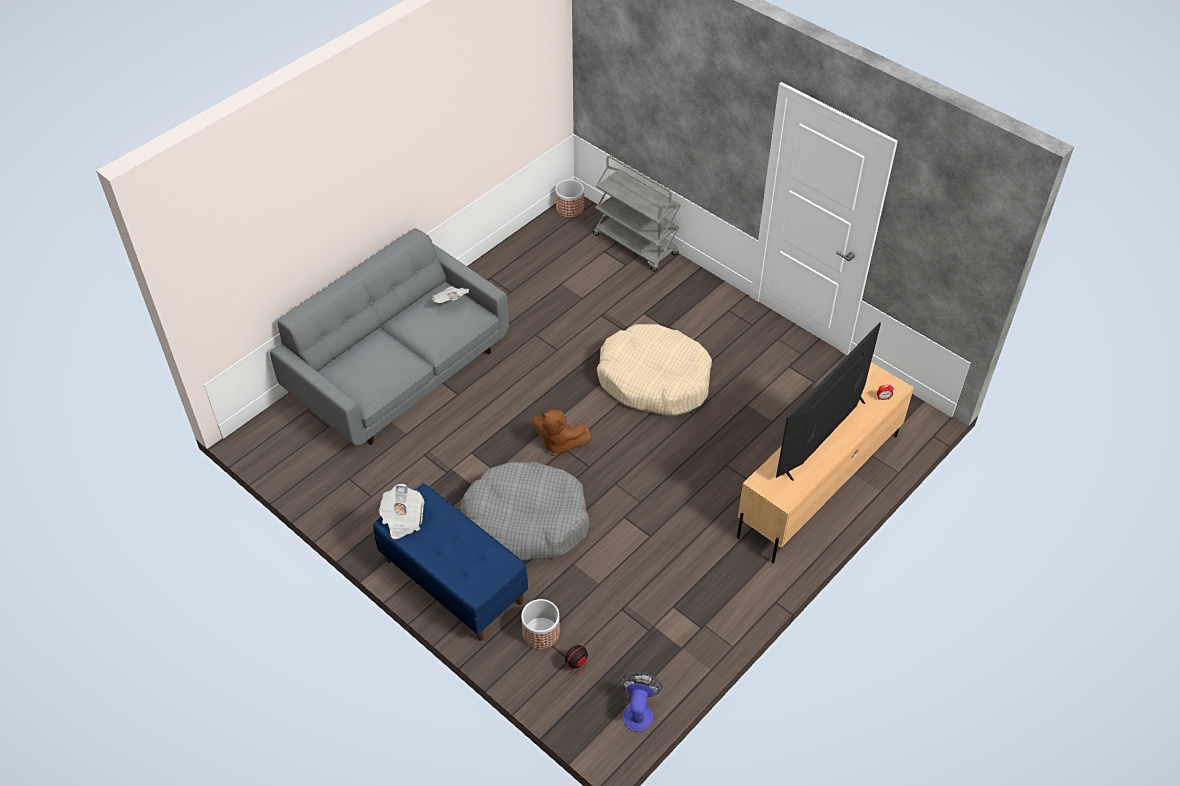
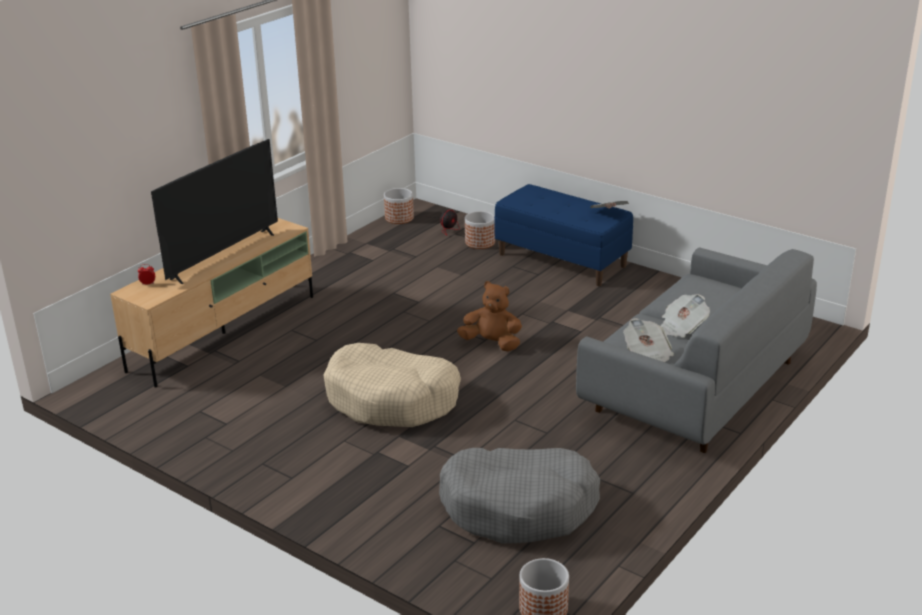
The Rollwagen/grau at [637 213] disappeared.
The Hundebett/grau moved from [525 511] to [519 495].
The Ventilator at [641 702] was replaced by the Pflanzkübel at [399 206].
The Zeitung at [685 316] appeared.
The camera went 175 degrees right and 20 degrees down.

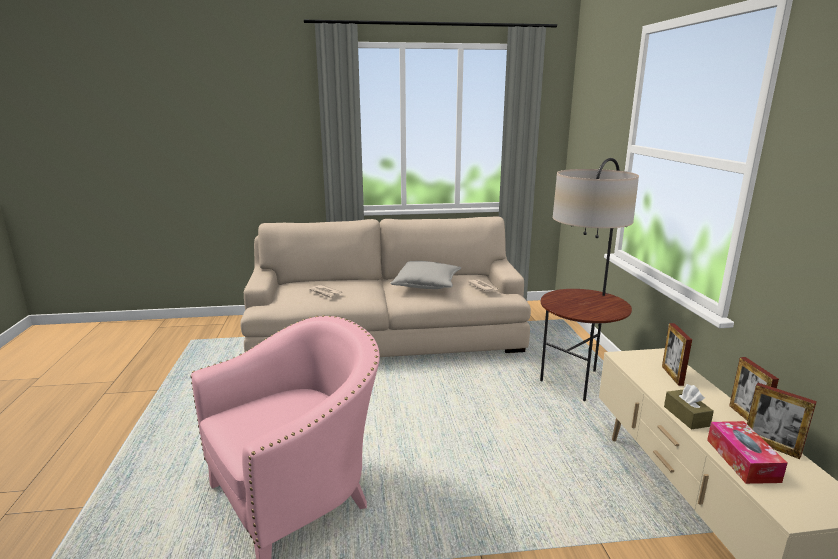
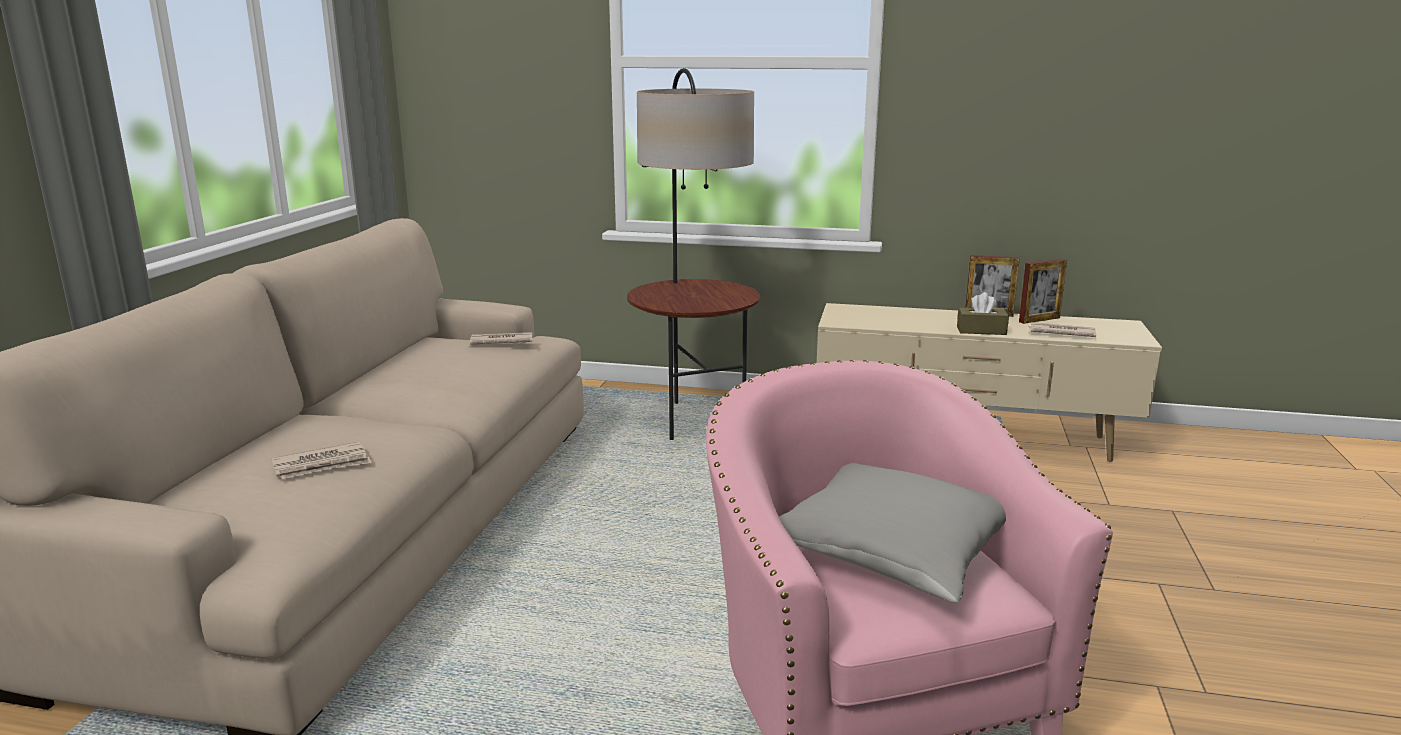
The Kissen/grau moved from [425 275] to [892 533].
The Bilderrahmen at [677 354] disappeared.
The Taschentuchbox at [747 452] was replaced by the Zeitung at [1062 329].
The camera went 70 degrees left and 0 degrees up.

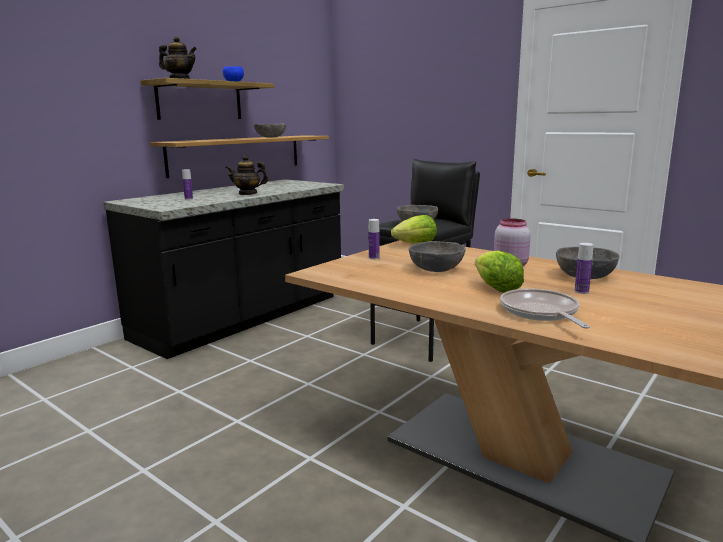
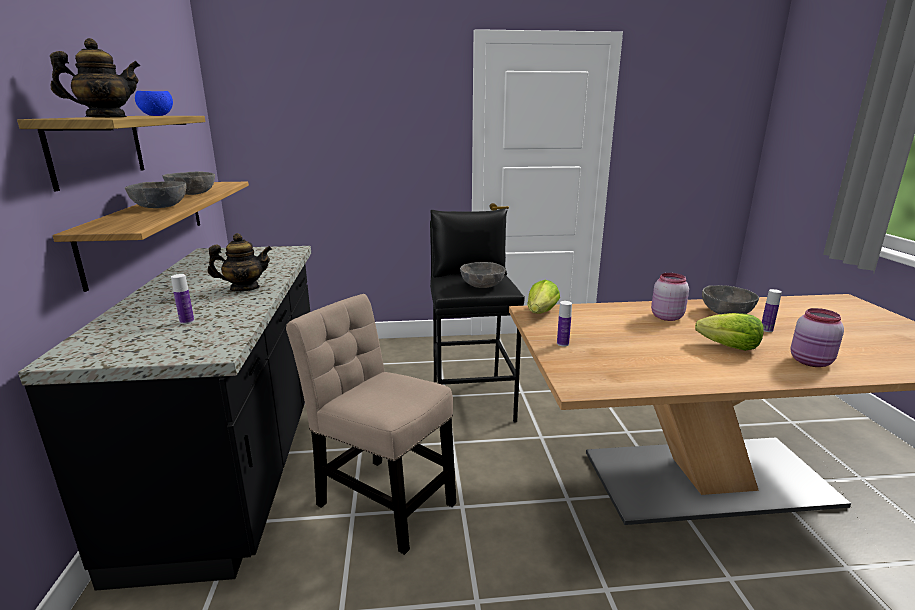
The Teekanne at [247 175] turned 150 degrees counterclockwise.
The Schüssel/grau moved from [437 256] to [155 194].
The Pfanne at [545 309] was replaced by the Vorratsglas/rosa at [817 337].
The Stuhl/beige at [371 424] appeared.
The camera went 45 degrees left and 5 degrees up.

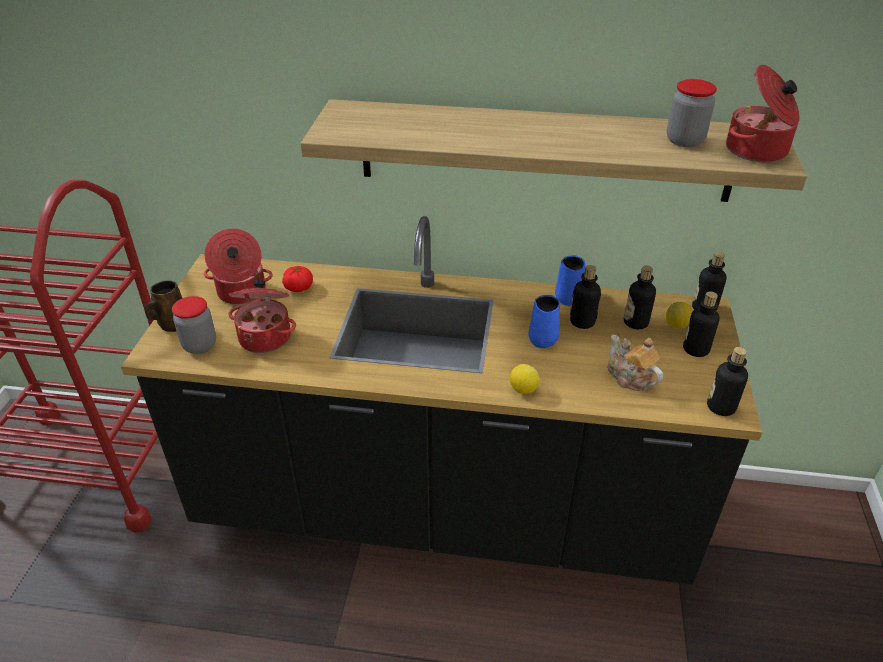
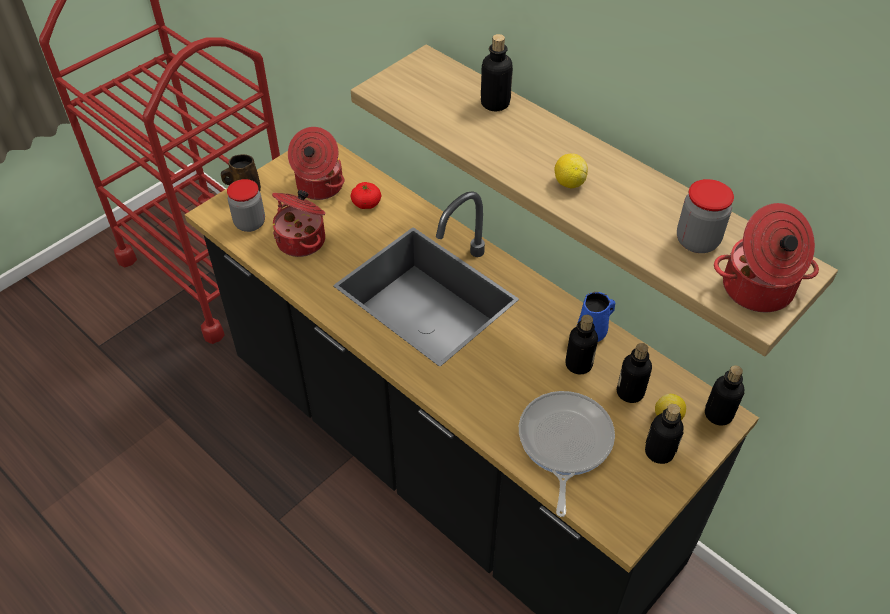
The Henkelbecher/blau at [544 321] disappeared.
The Teekanne at [635 363] was replaced by the Pfanne at [567 454].
The Flasche moved from [727 381] to [497 72].
The Zitrone moved from [525 379] to [571 170].
The camera went 35 degrees right and 10 degrees up.

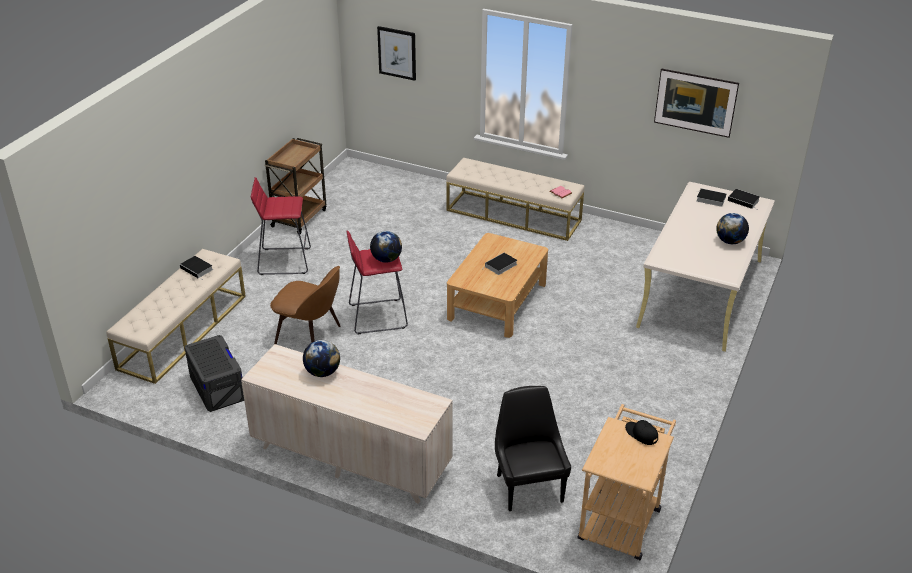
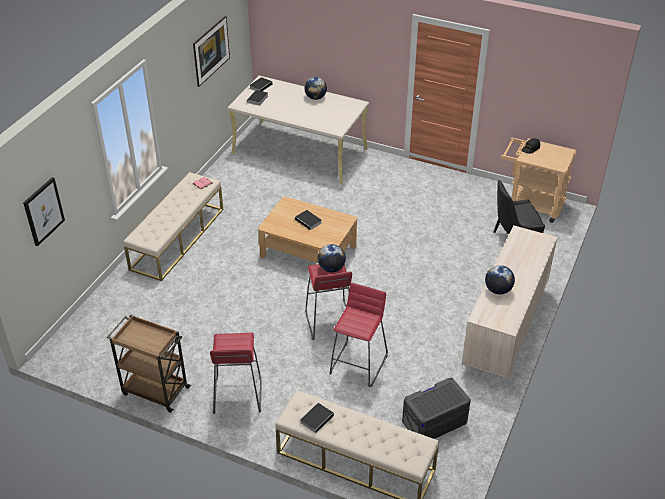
The Stuhl/braun at [305 305] was replaced by the Hocker/rot at [359 335].
The camera went 90 degrees left and 5 degrees up.

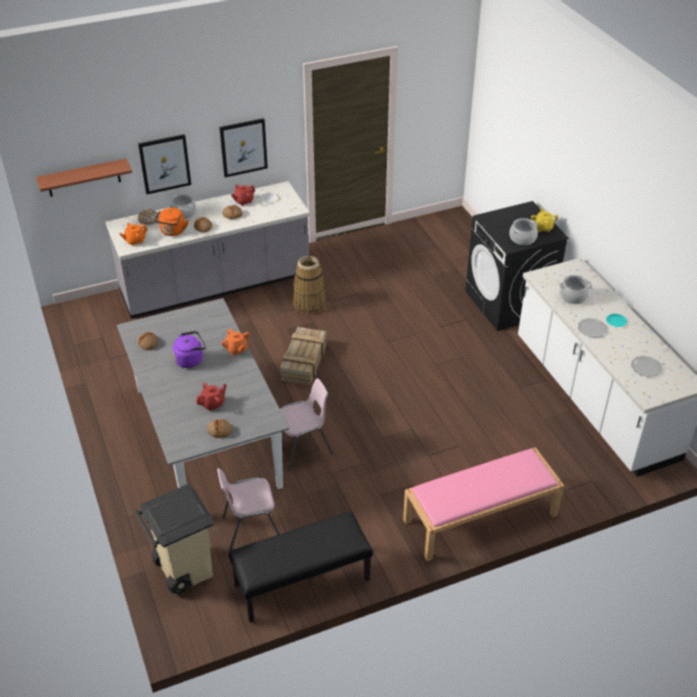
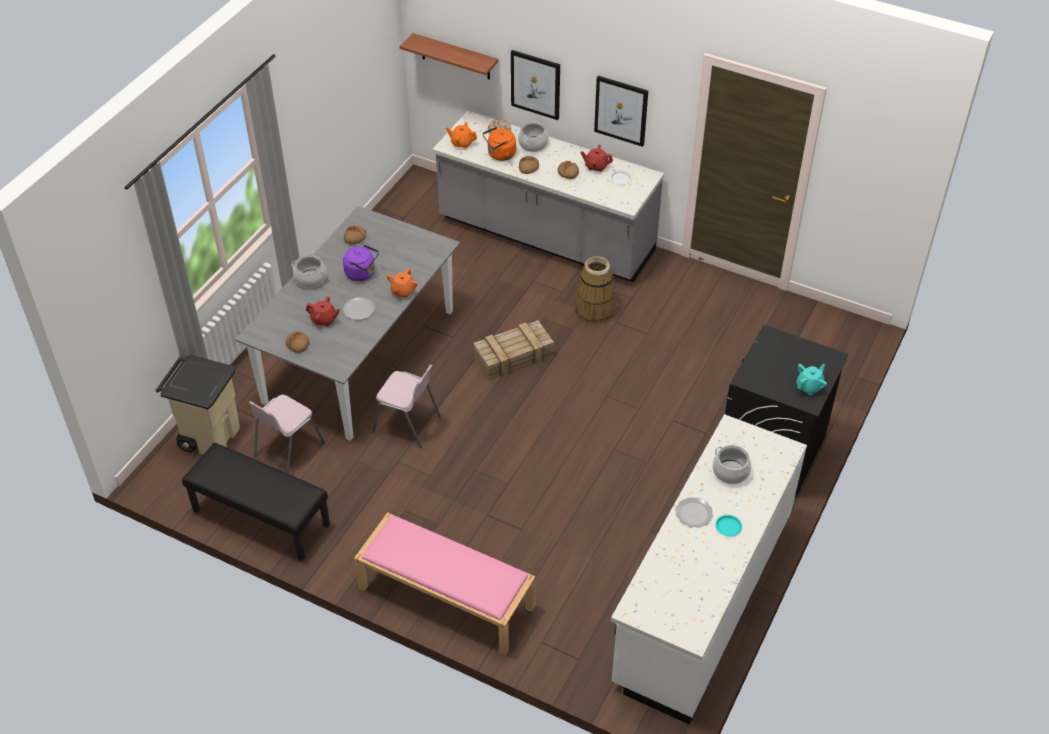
The Teekanne/gelb at [544 220] became the Teekanne/türkis at [811 379].
The Kochtopf moved from [523 231] to [309 271].
The Teller moved from [646 366] to [359 308].
The Stuhl/rosa at [248 509] turned 90 degrees counterclockwise.
The camera went 50 degrees right and 5 degrees up.

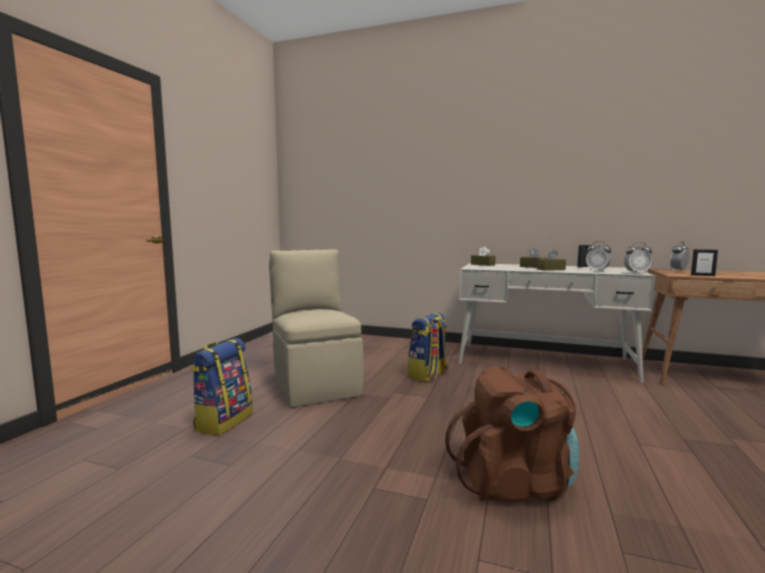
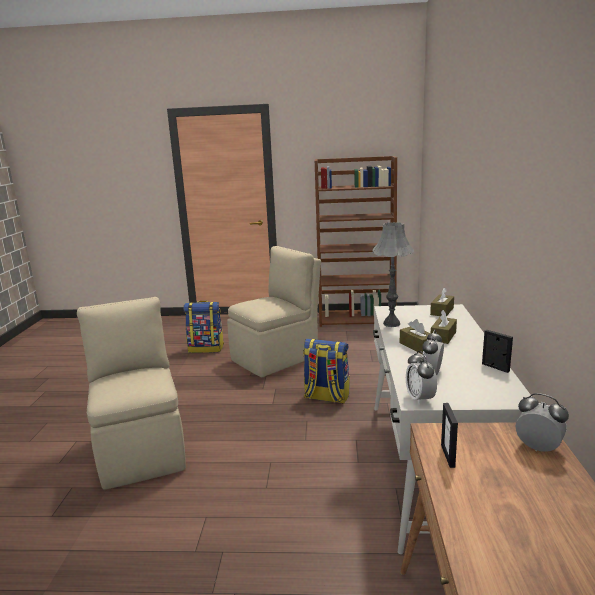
The Rucksack/braun at [512 433] was replaced by the Stuhl/beige at [131 393].
The Bücherregal/braun at [356 241] appeared.
The Tischlampe/grau at [393 274] appeared.
The camera went 75 degrees right and 10 degrees up.

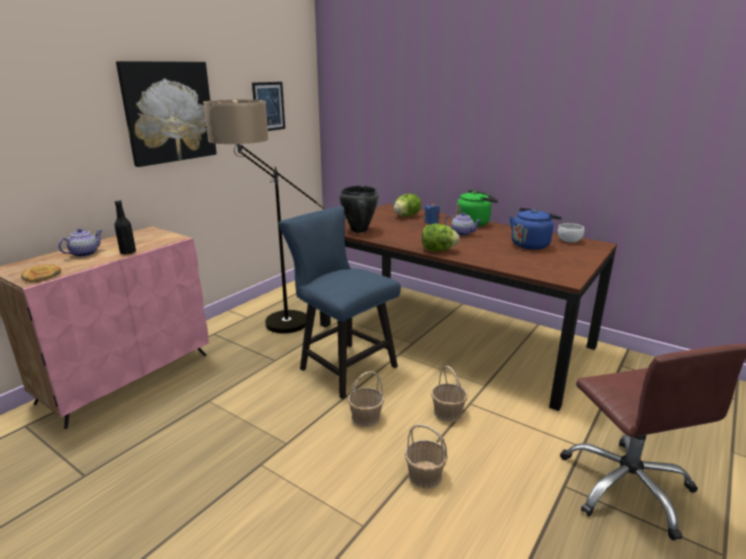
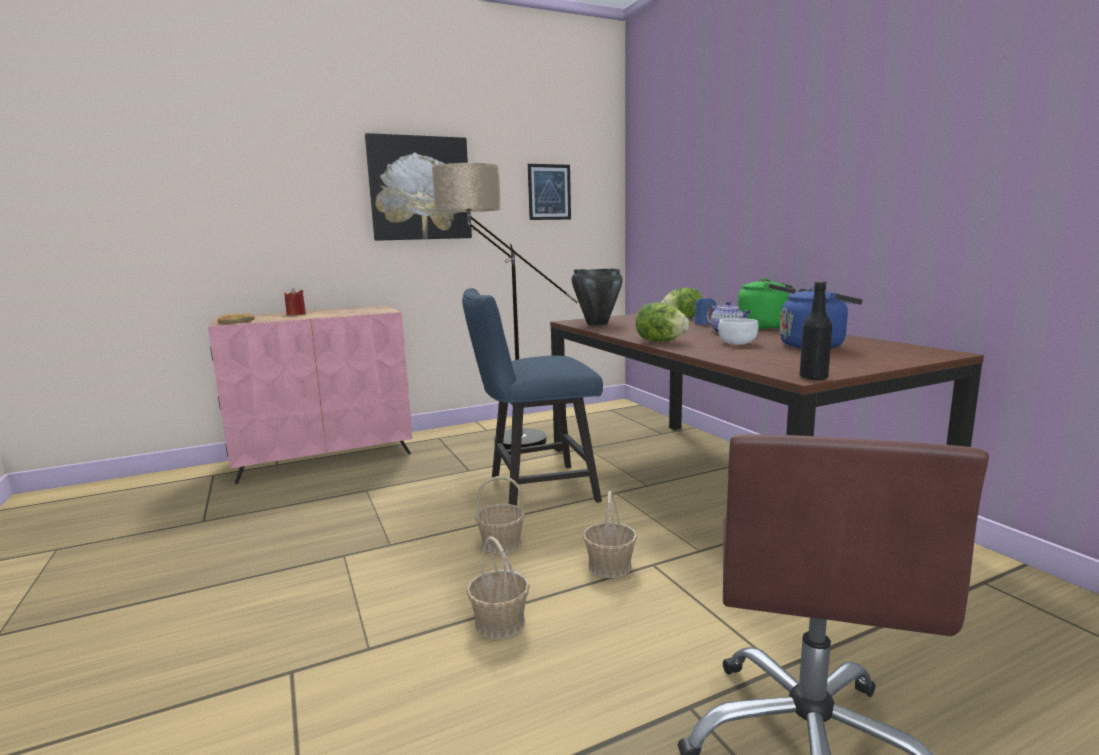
The Flasche/schwarz moved from [125 227] to [815 330].
The Stuhl/blau at [340 302] turned 90 degrees counterclockwise.
The Schüssel/weiß moved from [571 232] to [738 331].
The Teekanne at [80 242] was replaced by the Kerze/rot at [295 302].
The camera went 30 degrees right and 10 degrees down.

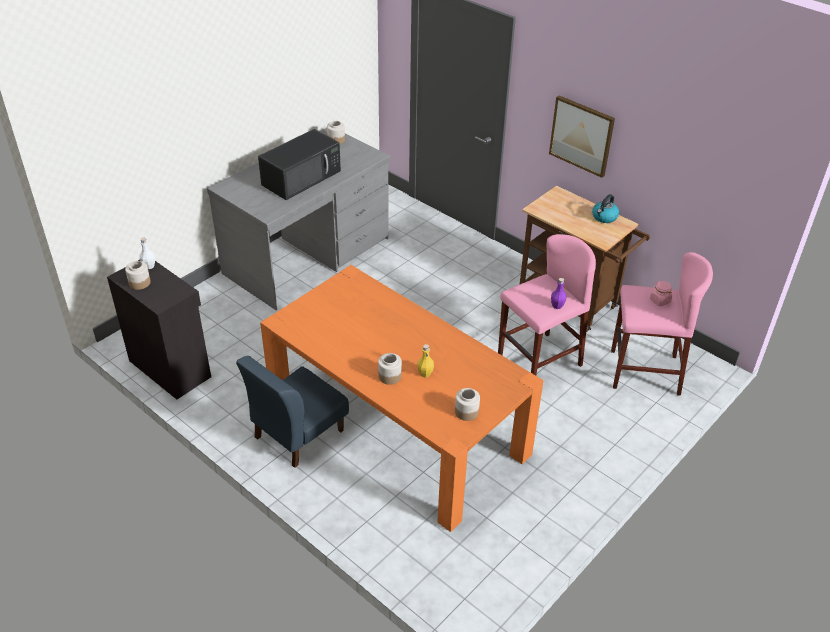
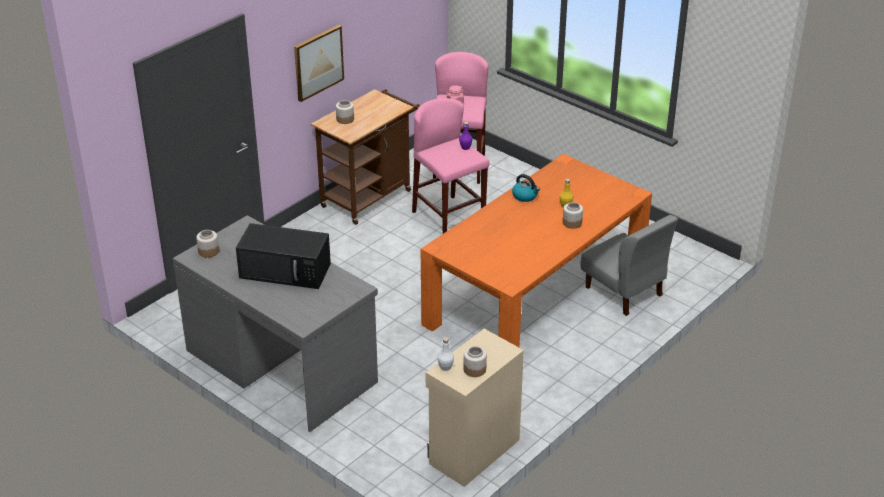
The Mikrowelle/schwarz at [299 164] turned 150 degrees clockwise.
The Wasserkessel moved from [605 208] to [526 188].
The Schrank/schwarz at [159 329] became the Schrank/beige at [475 408].
The Stuhl/blau at [292 412] disappeared.
The Vorratsglas moved from [467 404] to [345 112].
The Stuhl/grau at [629 265] appeared.
The camera went 90 degrees left and 5 degrees down.

